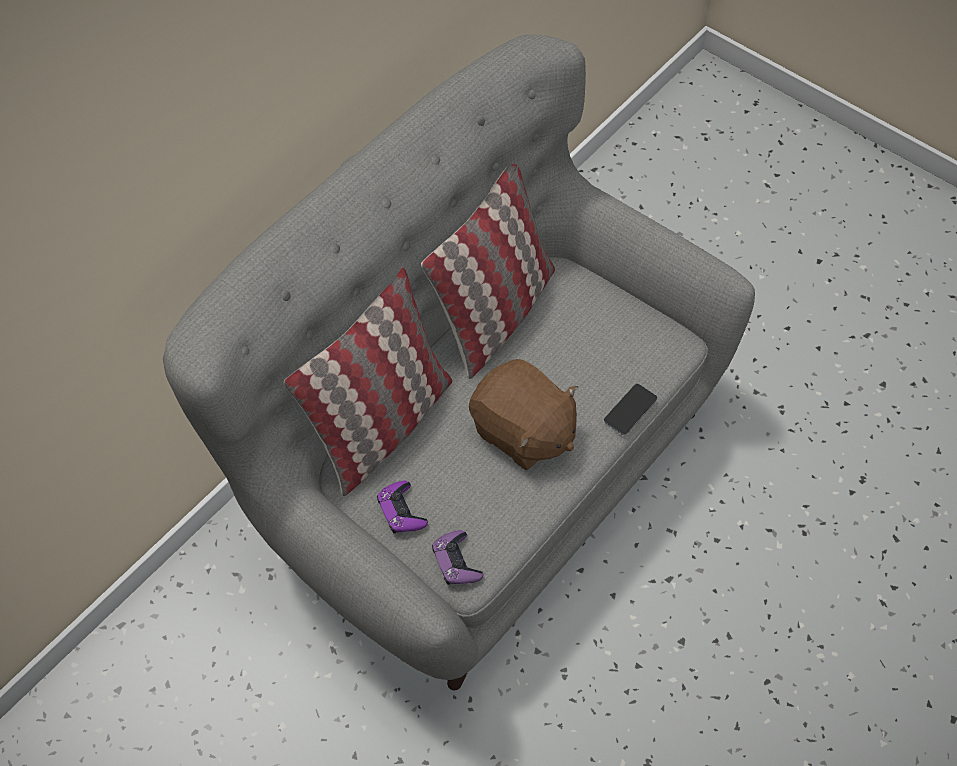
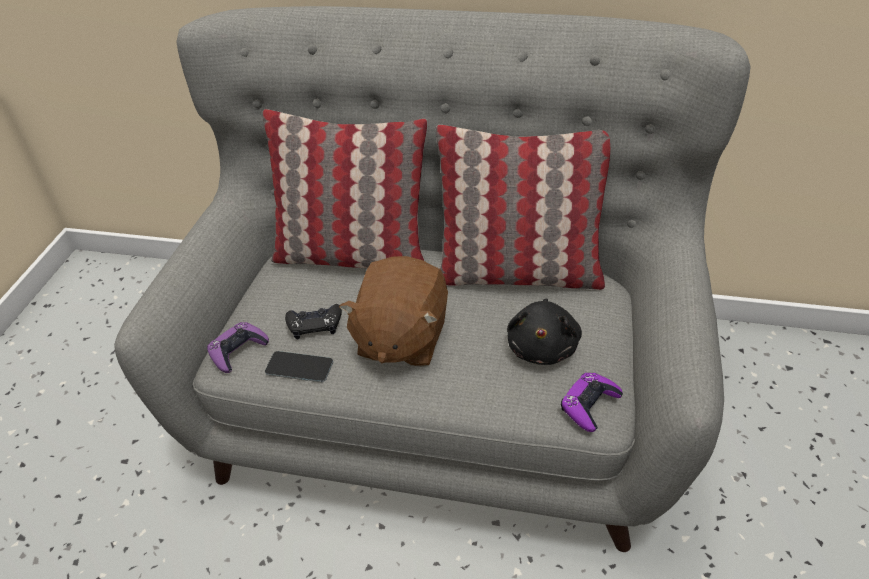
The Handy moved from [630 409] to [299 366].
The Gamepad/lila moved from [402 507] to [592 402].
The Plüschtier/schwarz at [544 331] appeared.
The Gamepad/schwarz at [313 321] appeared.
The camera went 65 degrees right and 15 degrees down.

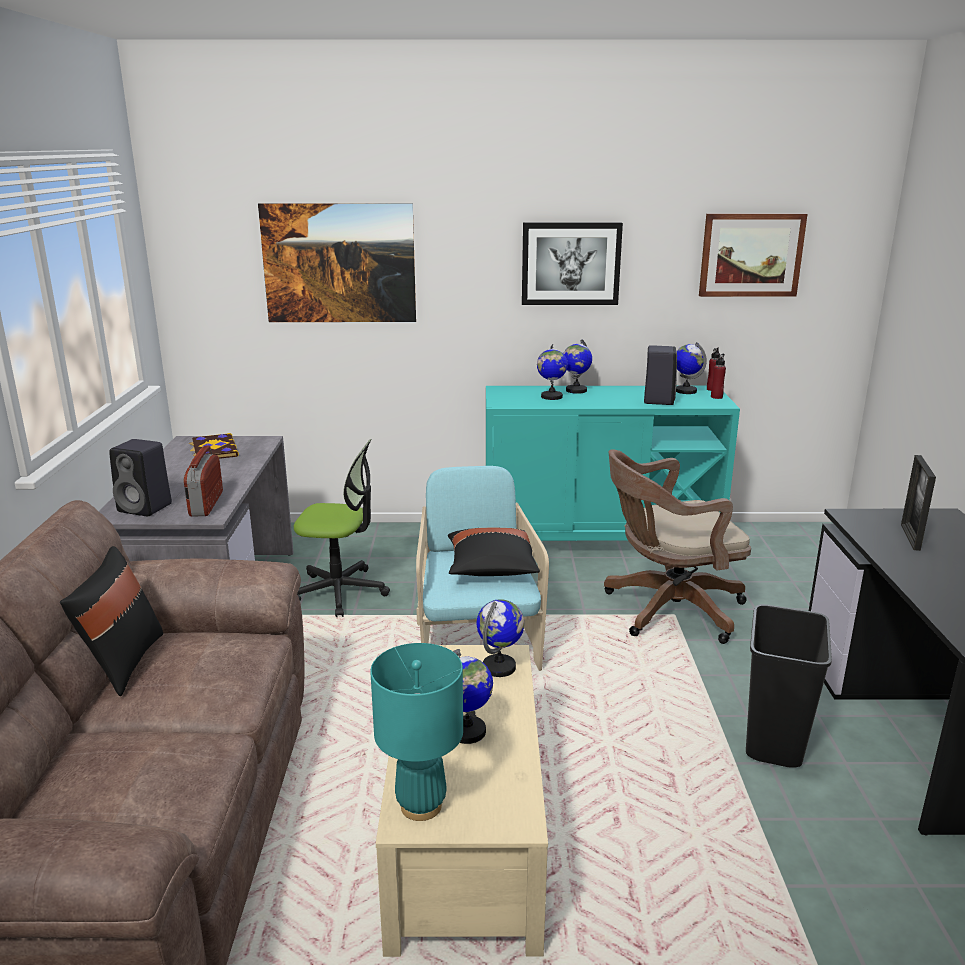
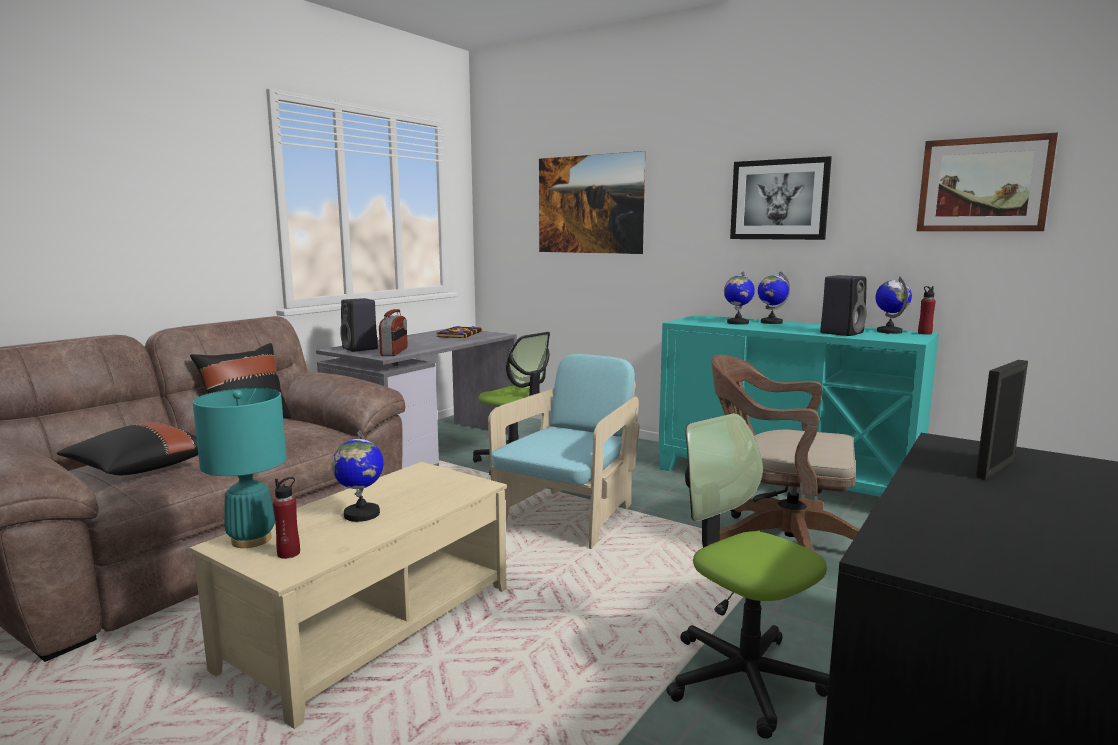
The Flasche/rot moved from [718 376] to [286 518].
The Radio at [203 481] turned 150 degrees clockwise.
The Kissen/schwarz moved from [494 552] to [127 448].
The Globus at [500 638] disappeared.
The Mülleimer/schwarz at [789 686] was replaced by the Bürostuhl at [748 576].
The camera went 35 degrees right and 10 degrees down.

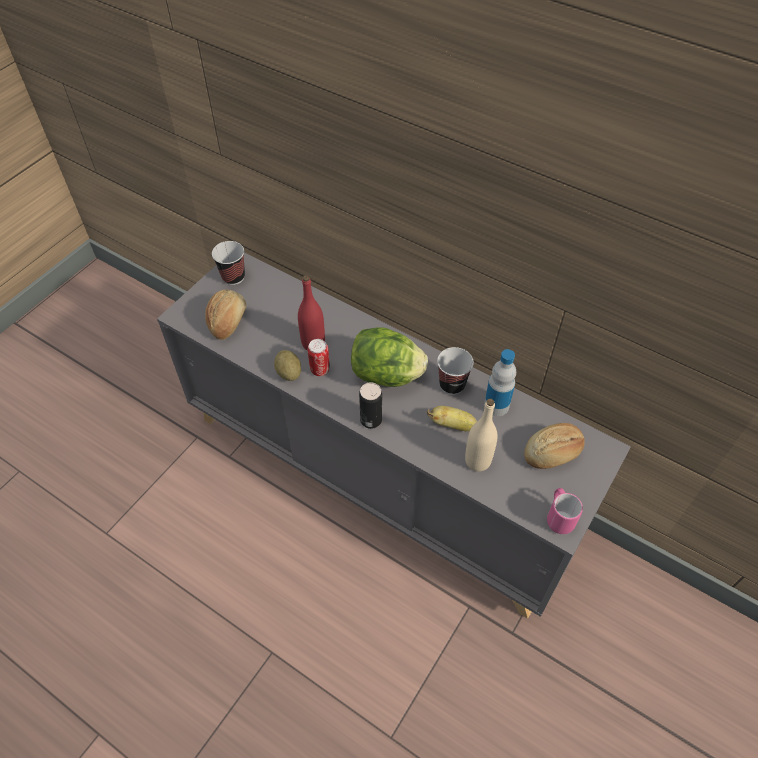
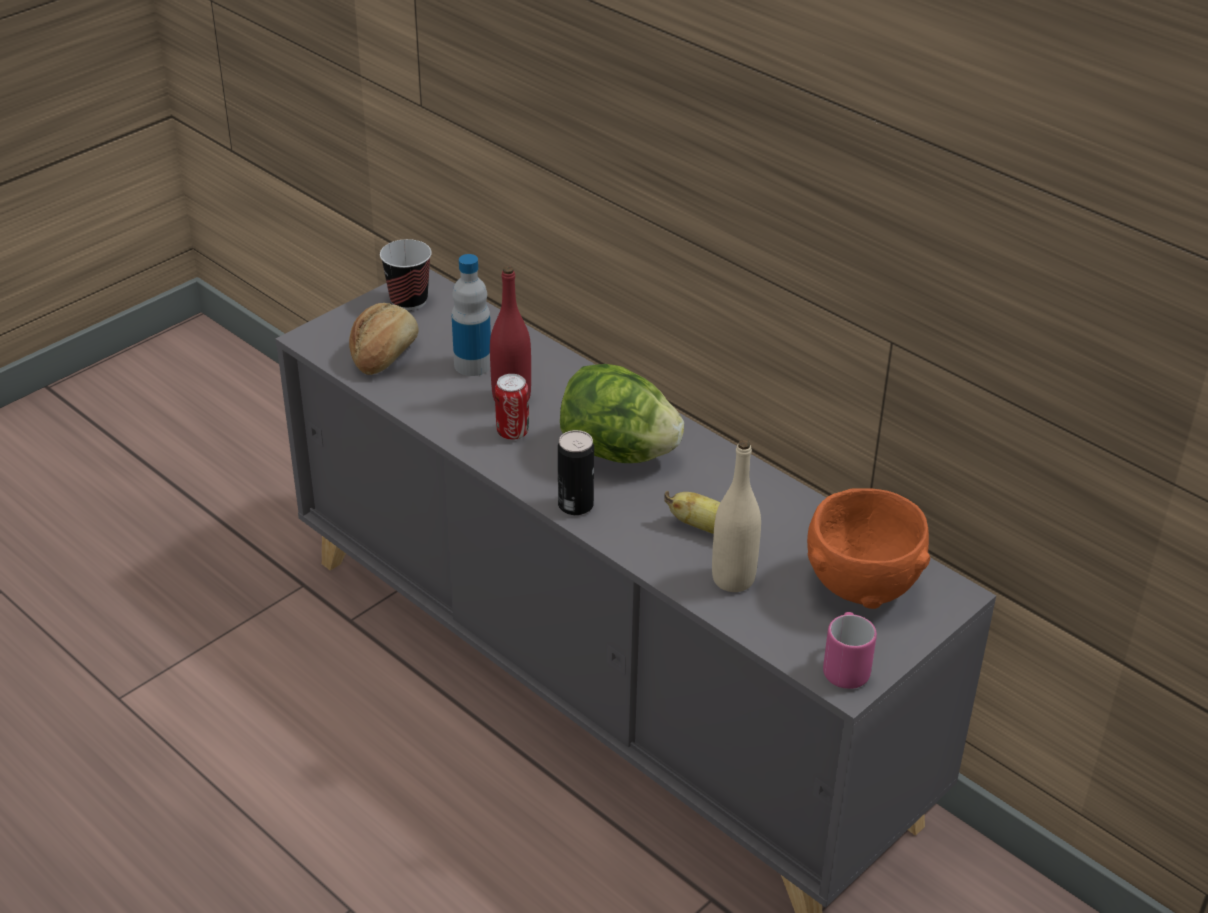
The Tasse at [455 371] disappeared.
The Flasche moved from [500 382] to [471 315].
The Kartoffel at [287 365] disappeared.
The Brot at [554 446] was replaced by the Schüssel/orange at [868 548].
The camera went 10 degrees right and 15 degrees down.

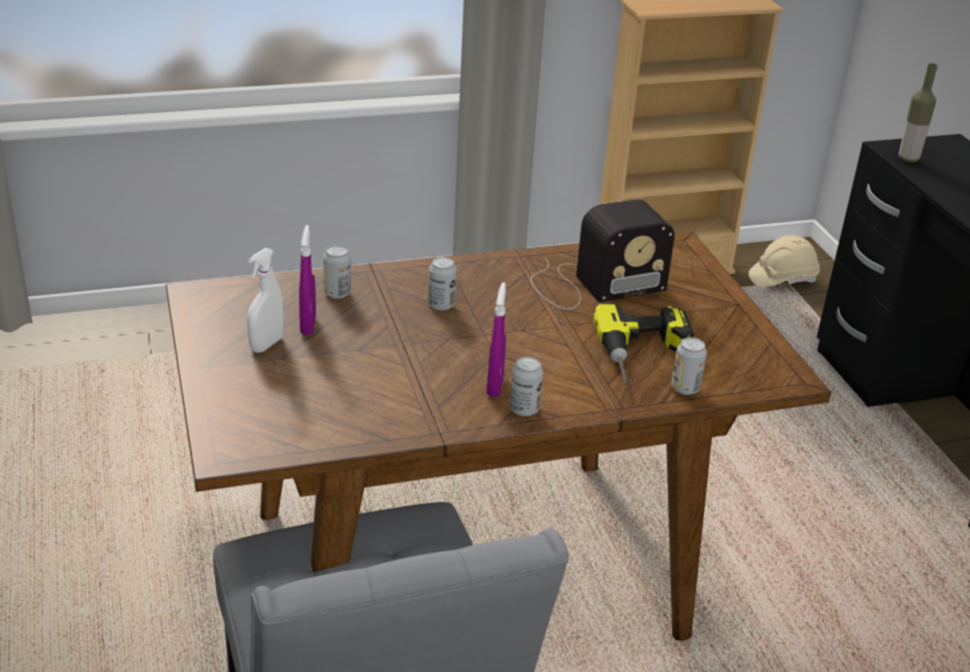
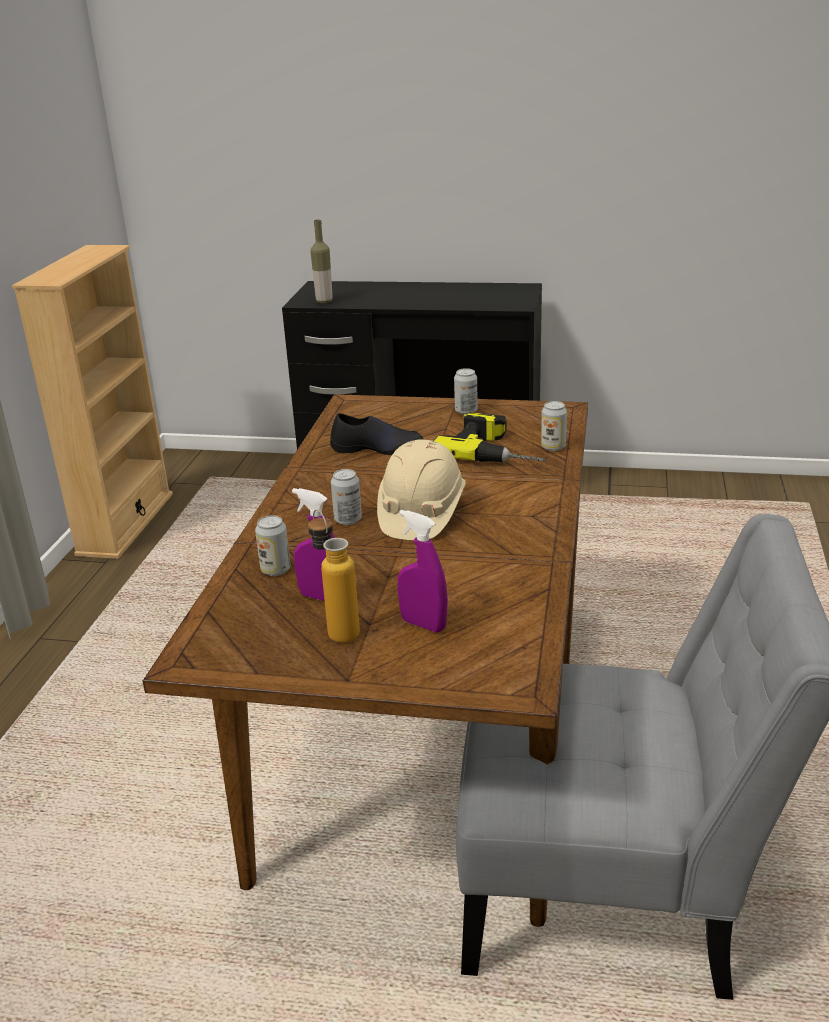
The Radio at [602 254] was replaced by the Schuh/schwarz at [376 434].
The Schutzhelm/beige moved from [784 261] to [421 490].
The Sprühflasche/weiß at [265 300] was replaced by the Flasche at [334 576].
The Sprühflasche/lila moved from [496 339] to [423 571].
The Dose moved from [526 386] to [466 391].
The camera went 60 degrees left and 5 degrees down.

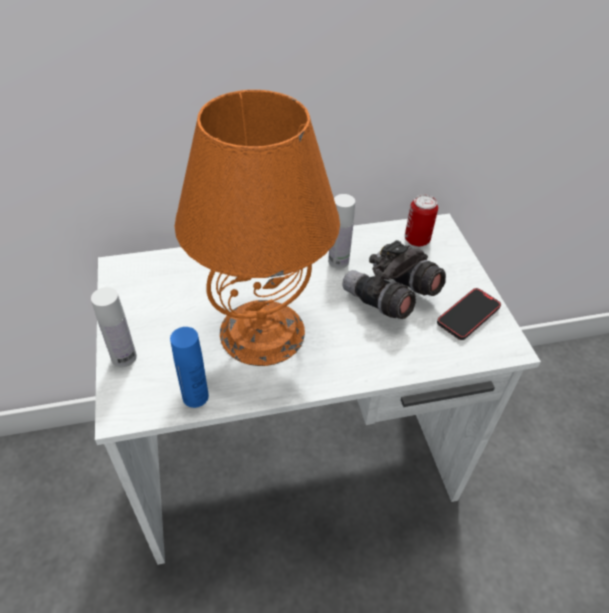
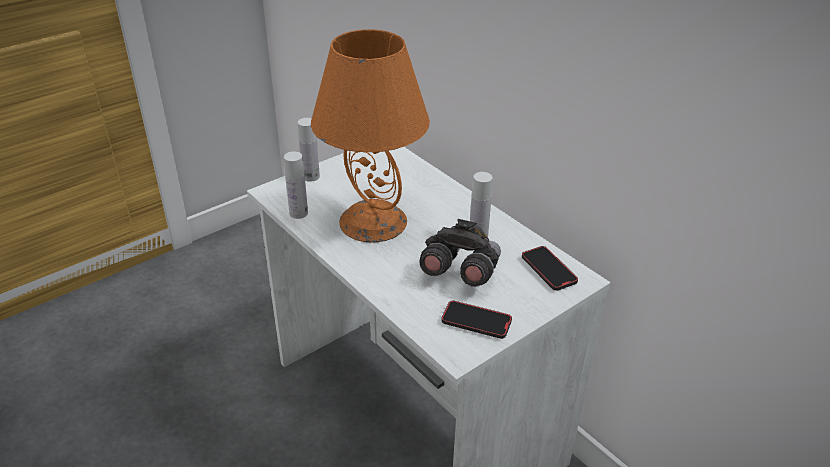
The Dose at [421 220] was replaced by the Handy at [550 268].
The Flasche/blau at [189 367] became the Flasche/weiß at [296 185].
The camera went 65 degrees right and 10 degrees down.

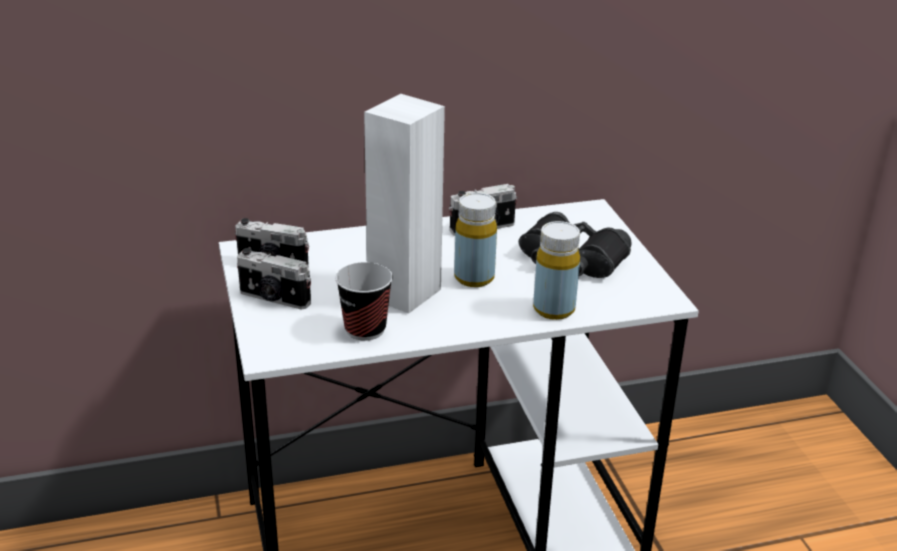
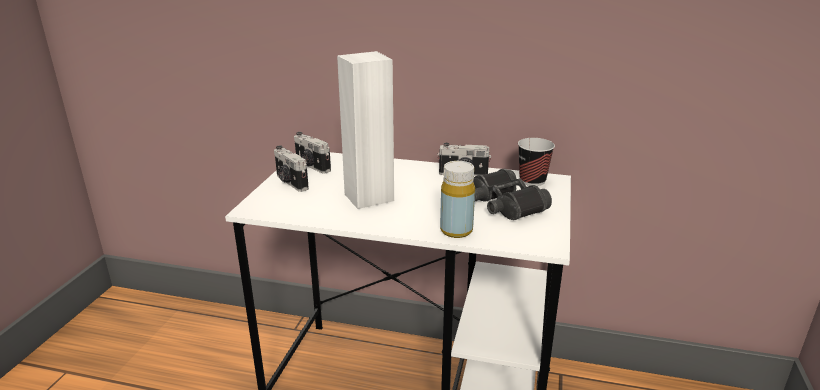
The Flasche/gelb at [475 240] disappeared.
The Tasse moved from [364 301] to [536 162].
The camera went 30 degrees right and 5 degrees down.

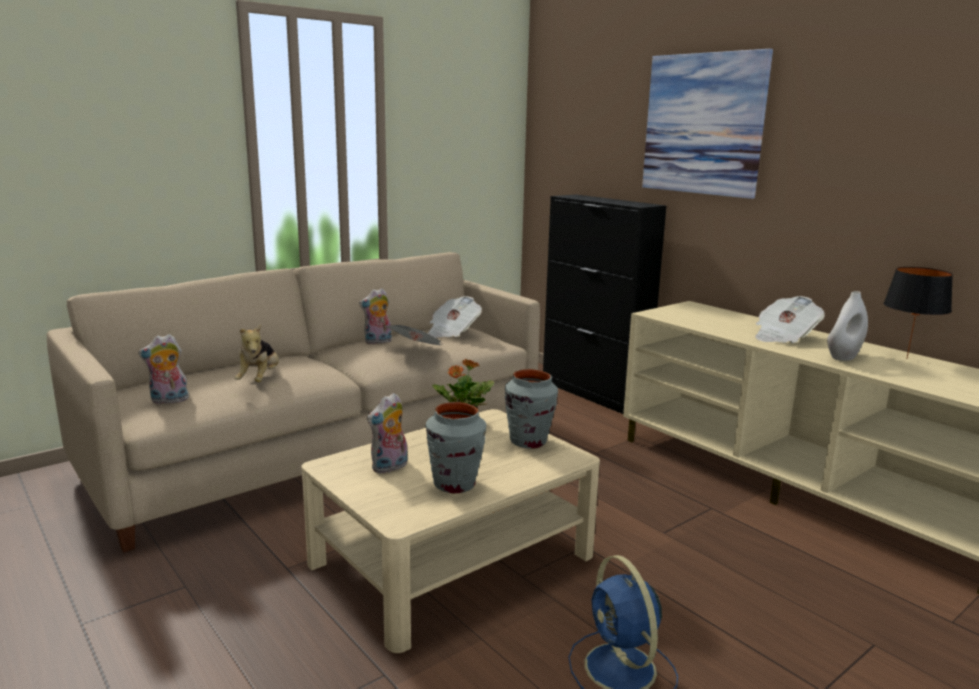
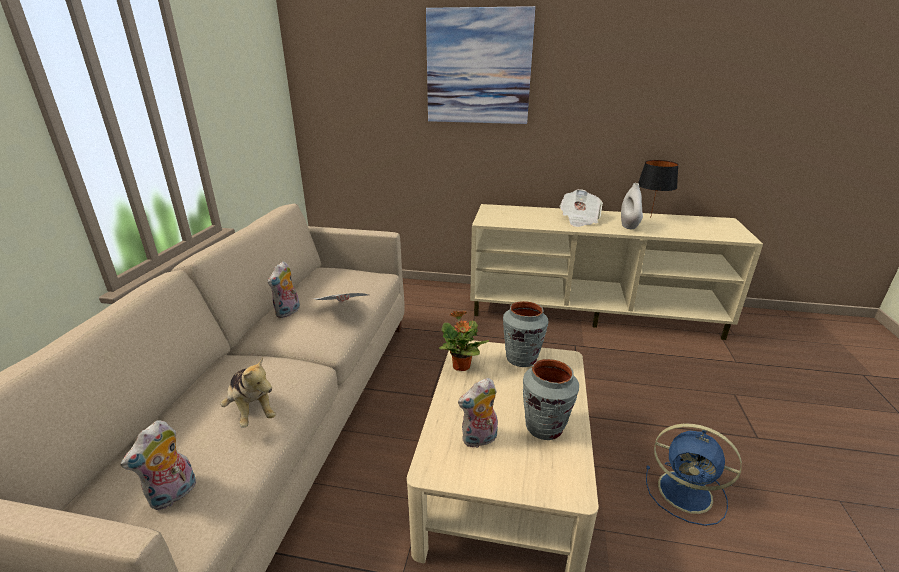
The Schrank/schwarz at [604 304] disappeared.
The Zeitung at [455 317] disappeared.
The Plüschtier at [387 433] turned 60 degrees clockwise.
The camera went 40 degrees left and 10 degrees up.

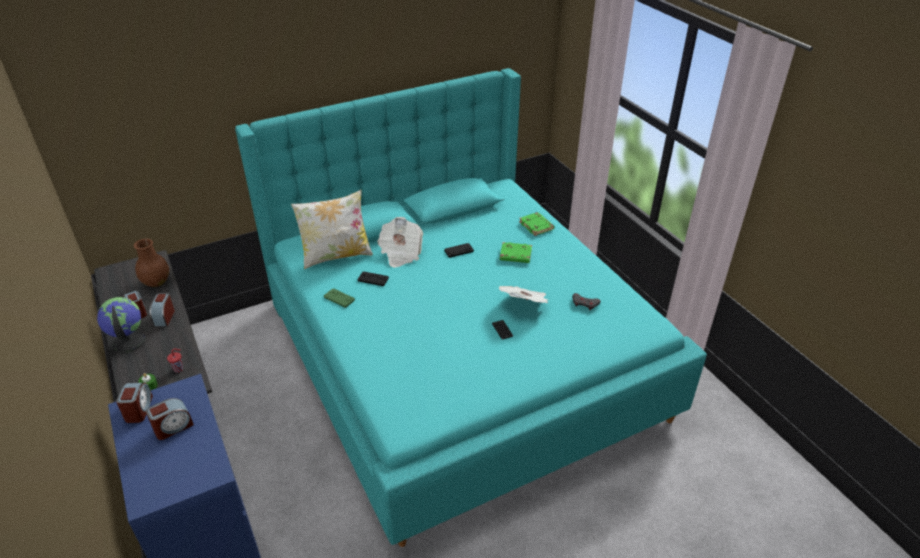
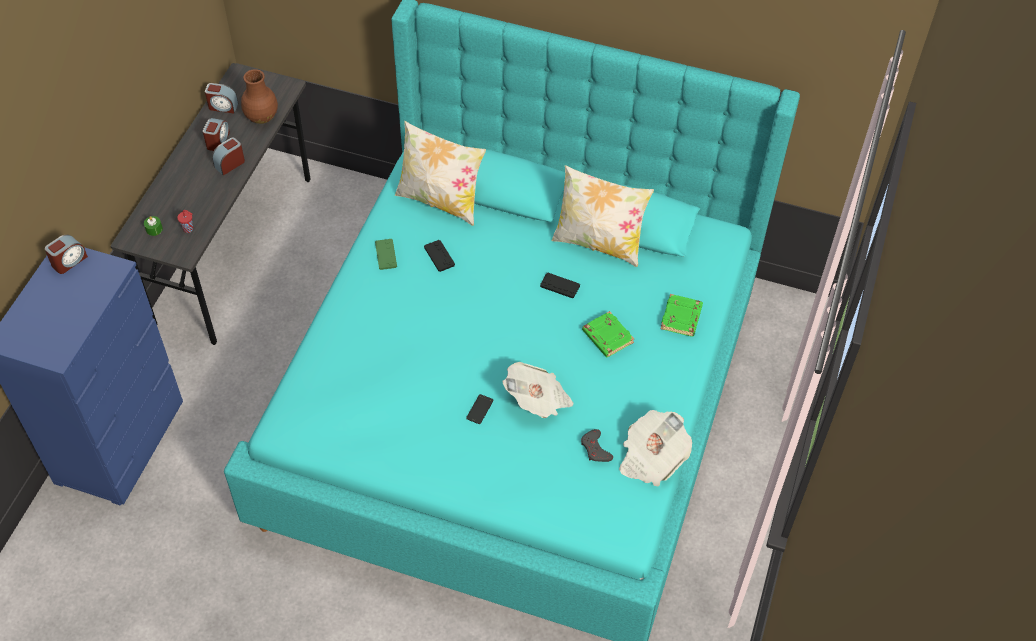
The Zeitung moved from [400 242] to [655 448].
The Globus at [121 325] disappeared.
The Wecker moved from [170 419] to [221 98].
The Kissen at [602 216] appeared.
The camera went 45 degrees right and 15 degrees up.

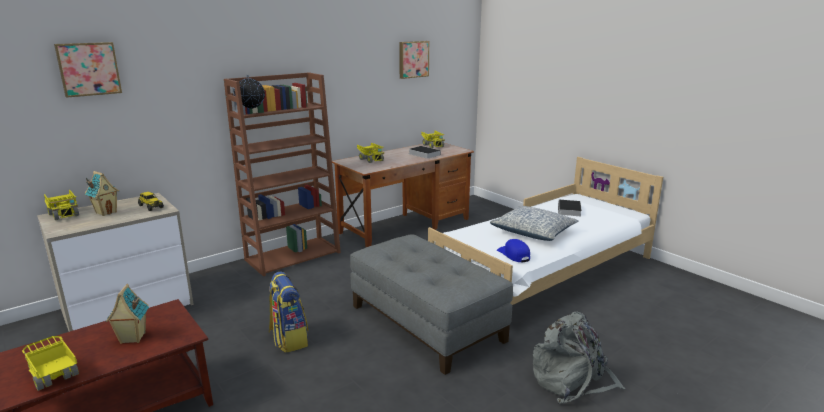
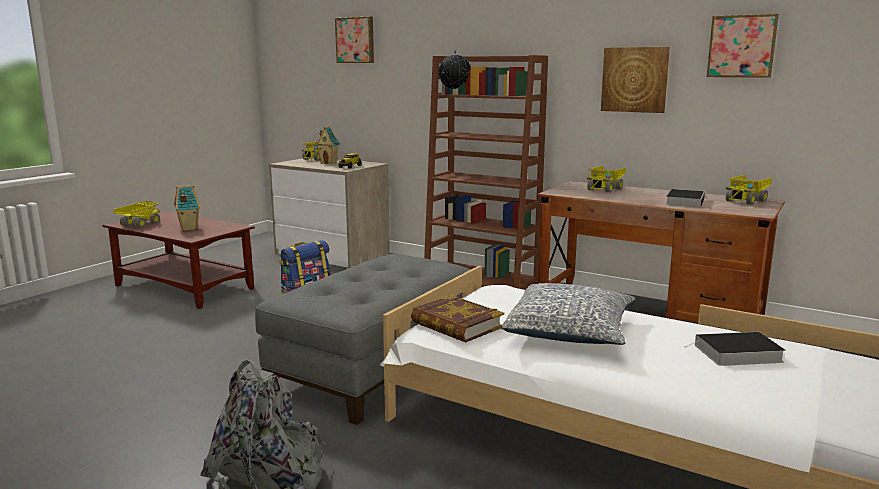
The Kappe/blau at [513 250] was replaced by the Buch at [457 319].
The Bild at [635 80] appeared.
The camera went 70 degrees right and 5 degrees down.

